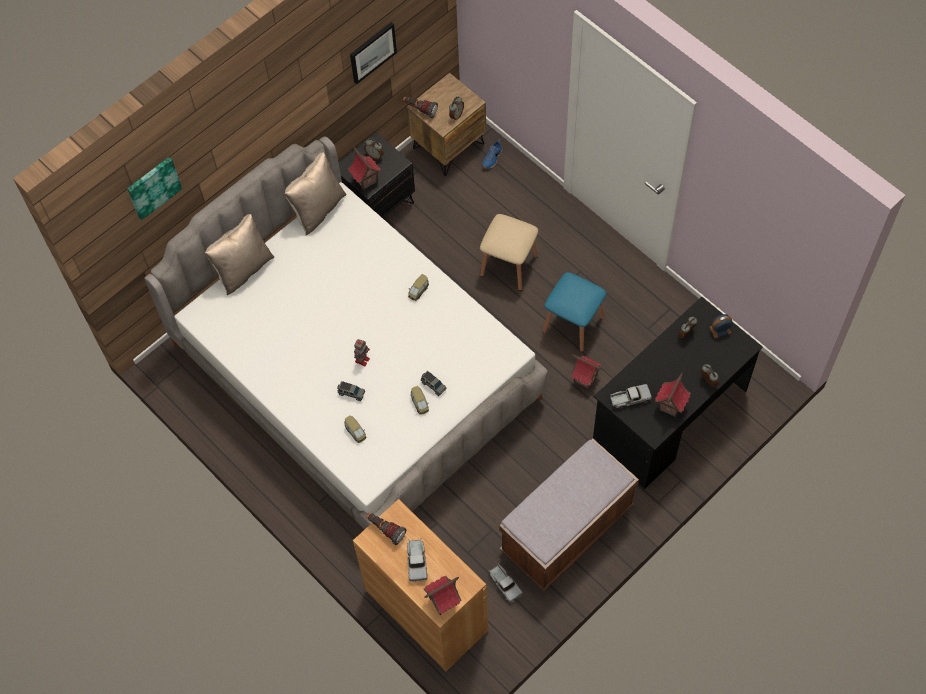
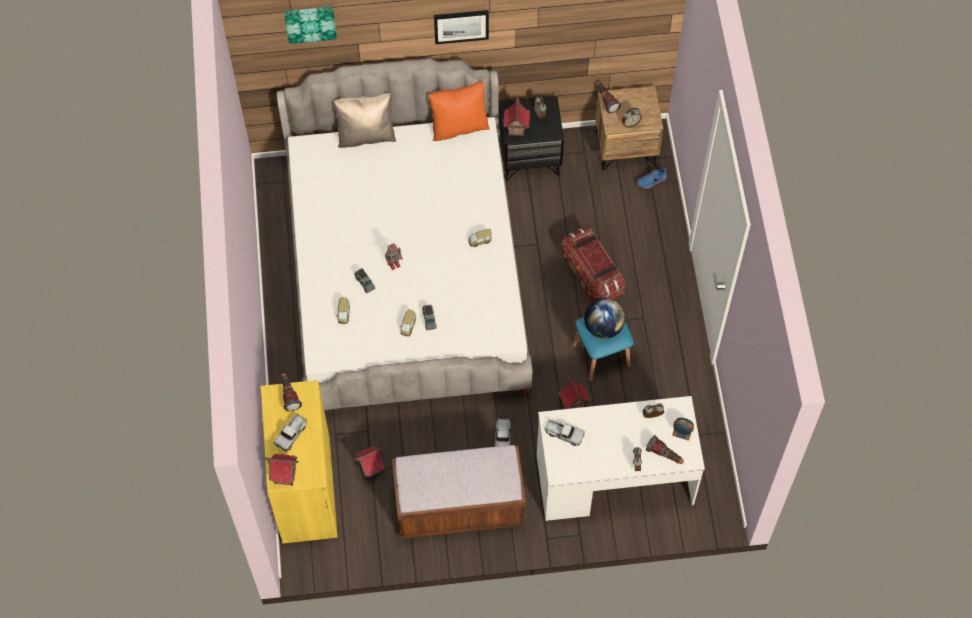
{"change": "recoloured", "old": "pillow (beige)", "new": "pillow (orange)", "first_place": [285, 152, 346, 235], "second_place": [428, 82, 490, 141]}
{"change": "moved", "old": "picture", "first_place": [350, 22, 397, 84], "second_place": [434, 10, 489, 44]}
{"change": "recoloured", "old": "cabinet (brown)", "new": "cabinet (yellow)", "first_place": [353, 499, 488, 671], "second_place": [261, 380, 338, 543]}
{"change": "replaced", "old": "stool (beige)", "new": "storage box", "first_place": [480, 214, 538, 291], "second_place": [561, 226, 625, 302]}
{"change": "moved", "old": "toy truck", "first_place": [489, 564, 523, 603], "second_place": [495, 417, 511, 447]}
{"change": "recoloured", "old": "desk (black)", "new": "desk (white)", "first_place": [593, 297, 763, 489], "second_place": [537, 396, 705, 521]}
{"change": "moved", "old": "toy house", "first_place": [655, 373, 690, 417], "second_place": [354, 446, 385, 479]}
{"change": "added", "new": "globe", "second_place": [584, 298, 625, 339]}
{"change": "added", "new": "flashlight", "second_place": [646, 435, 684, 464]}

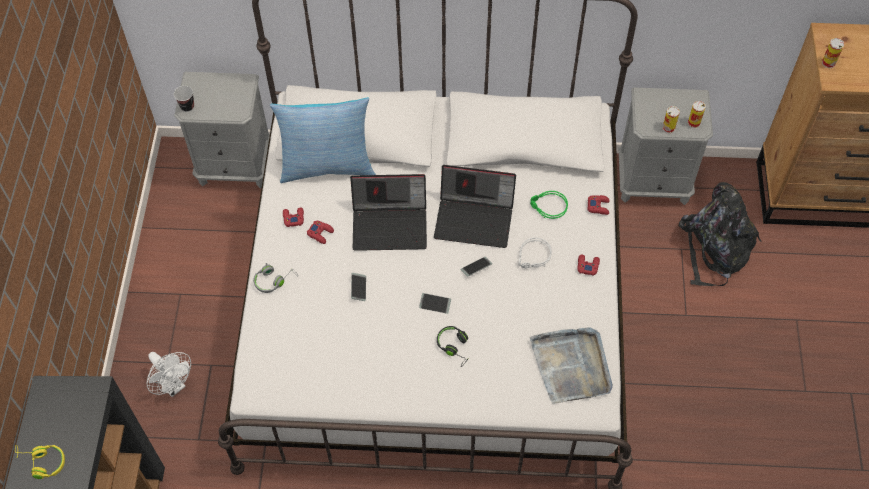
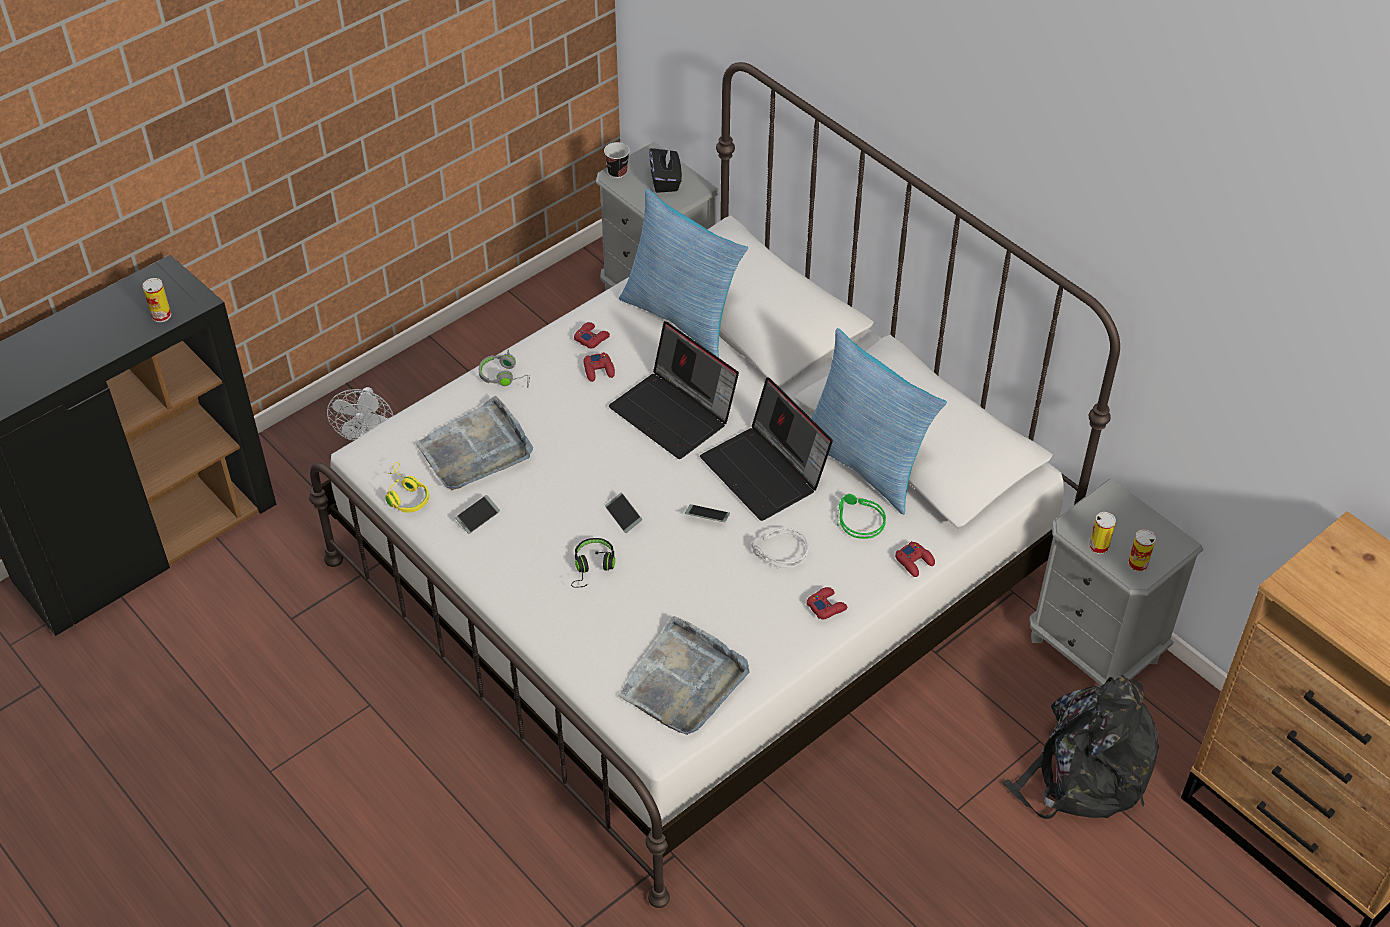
{"change": "moved", "old": "headphones (yellow)", "first_place": [15, 445, 65, 479], "second_place": [385, 462, 429, 513]}
{"change": "moved", "old": "phone", "first_place": [351, 273, 366, 301], "second_place": [455, 495, 500, 534]}
{"change": "moved", "old": "can", "first_place": [822, 38, 844, 68], "second_place": [142, 278, 171, 322]}
{"change": "added", "new": "tray (grey)", "second_place": [415, 396, 533, 491]}
{"change": "added", "new": "tissue box (black)", "second_place": [649, 147, 682, 193]}
{"change": "added", "new": "pillow", "second_place": [811, 328, 947, 515]}

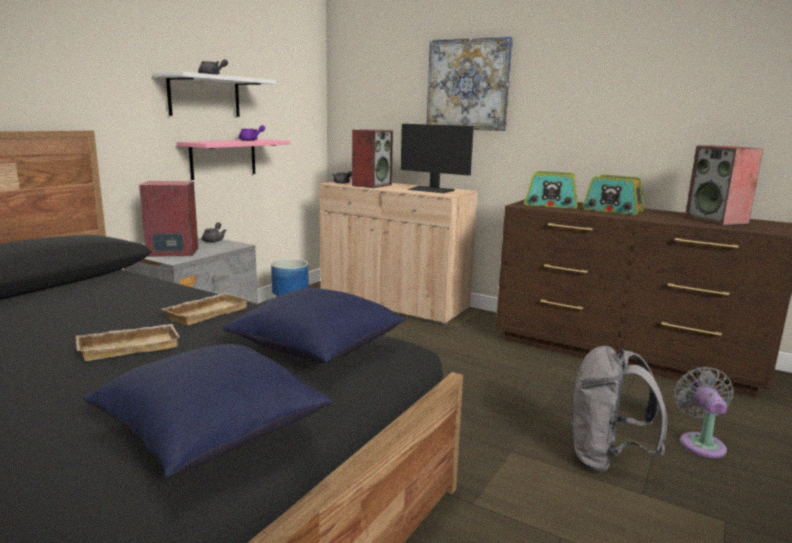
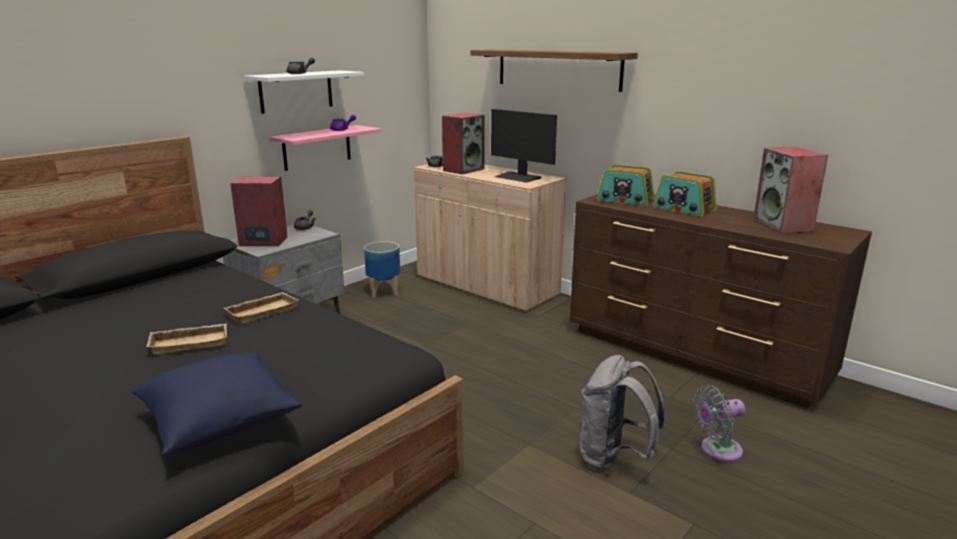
{"change": "removed", "old": "pillow (blue)", "first_place": [223, 288, 406, 363]}
{"change": "replaced", "old": "picture", "new": "shelf", "first_place": [427, 36, 513, 131], "second_place": [470, 49, 638, 92]}
{"change": "turned", "old": "fan (grey)", "first_place": [674, 367, 734, 458], "second_place": [693, 385, 746, 462], "degrees": -120}

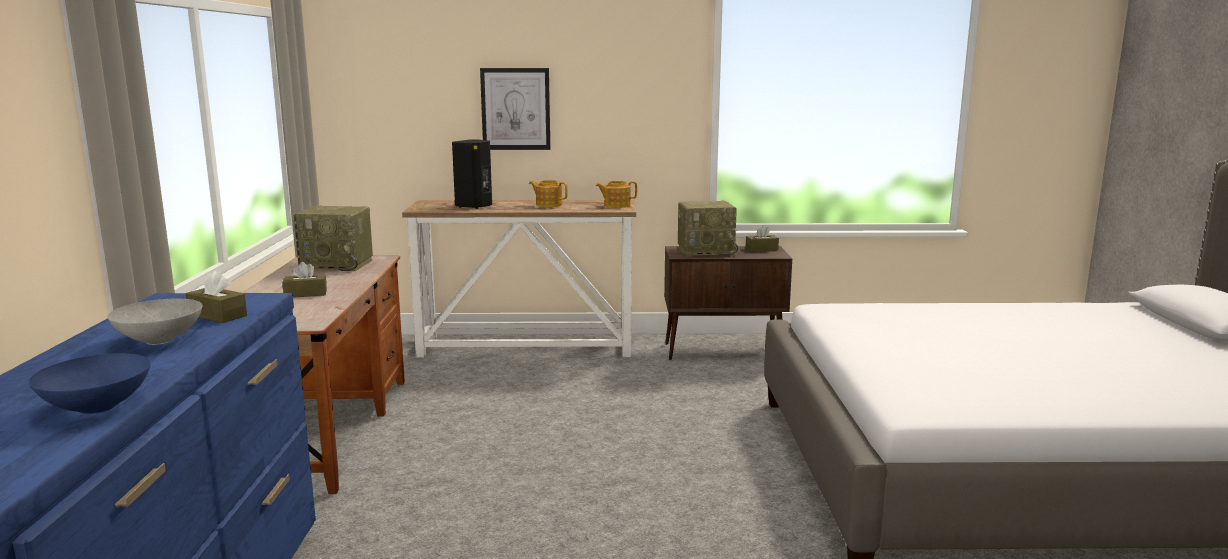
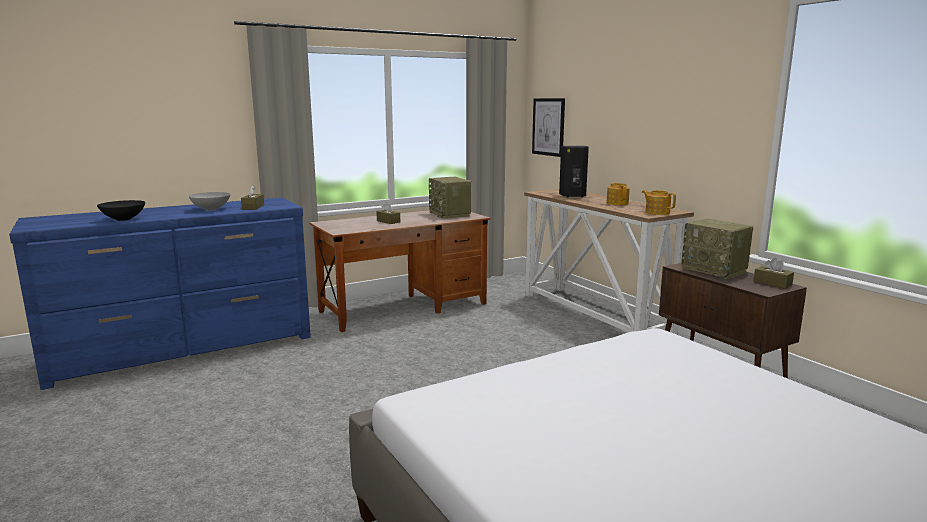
{"change": "recoloured", "old": "bowl (blue)", "new": "bowl (black)", "first_place": [29, 353, 151, 414], "second_place": [97, 200, 145, 221]}
{"change": "moved", "old": "picture", "first_place": [480, 68, 550, 150], "second_place": [532, 98, 565, 157]}

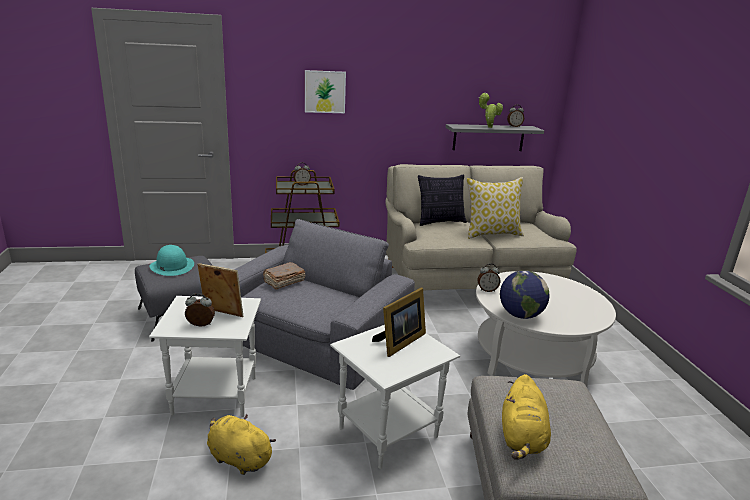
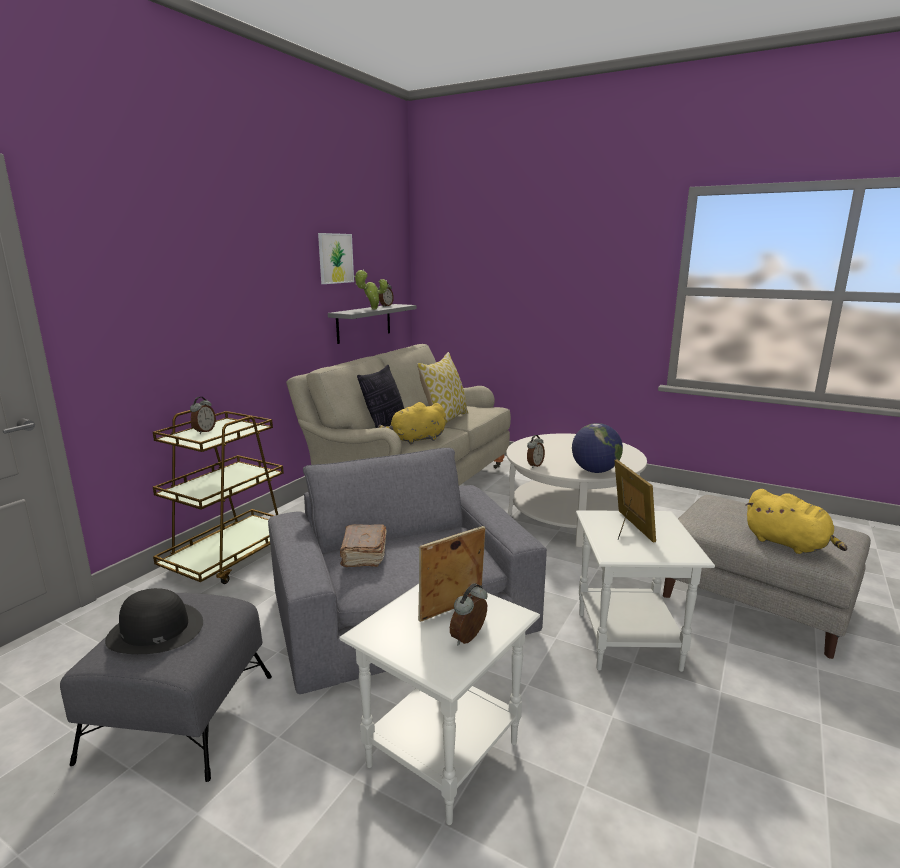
{"change": "recoloured", "old": "hat (turquoise)", "new": "hat (black)", "first_place": [149, 245, 194, 276], "second_place": [105, 588, 203, 654]}
{"change": "moved", "old": "plush toy (yellow)", "first_place": [207, 414, 276, 475], "second_place": [378, 402, 446, 444]}
{"change": "moved", "old": "picture", "first_place": [305, 70, 346, 113], "second_place": [318, 233, 354, 284]}

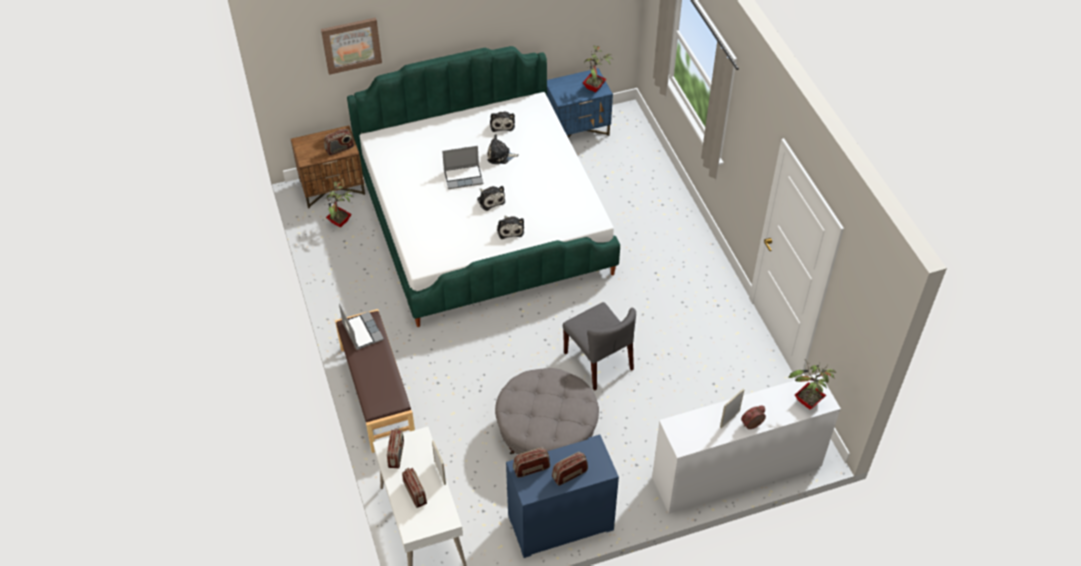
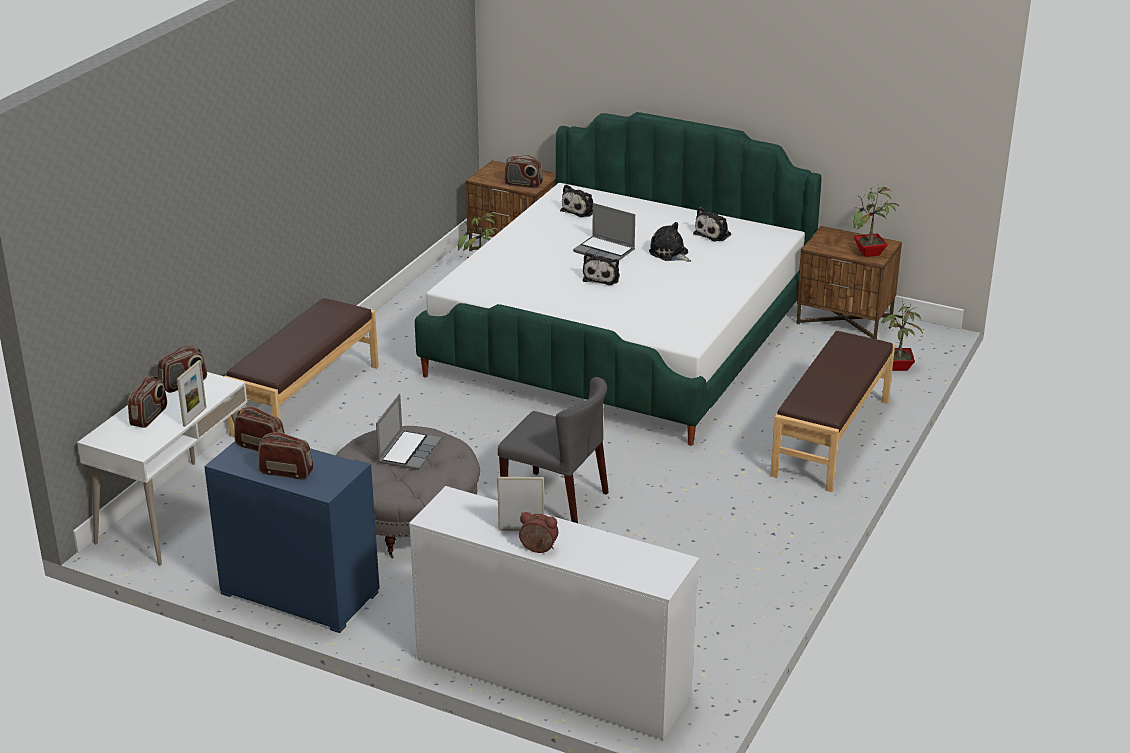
{"change": "removed", "old": "picture", "first_place": [321, 18, 382, 75]}
{"change": "moved", "old": "laptop", "first_place": [339, 304, 384, 350], "second_place": [376, 394, 441, 470]}
{"change": "moved", "old": "plush toy", "first_place": [497, 216, 524, 239], "second_place": [560, 184, 593, 217]}
{"change": "recoloured", "old": "nightstand (blue)", "new": "nightstand (brown)", "first_place": [547, 68, 613, 138], "second_place": [796, 226, 902, 339]}
{"change": "turned", "old": "chair (grey)", "first_place": [563, 302, 636, 391], "second_place": [498, 377, 609, 523], "degrees": -75}
{"change": "moved", "old": "potted plant", "first_place": [788, 361, 836, 409], "second_place": [881, 300, 923, 371]}
{"change": "added", "new": "bench (brown)", "second_place": [770, 331, 895, 492]}

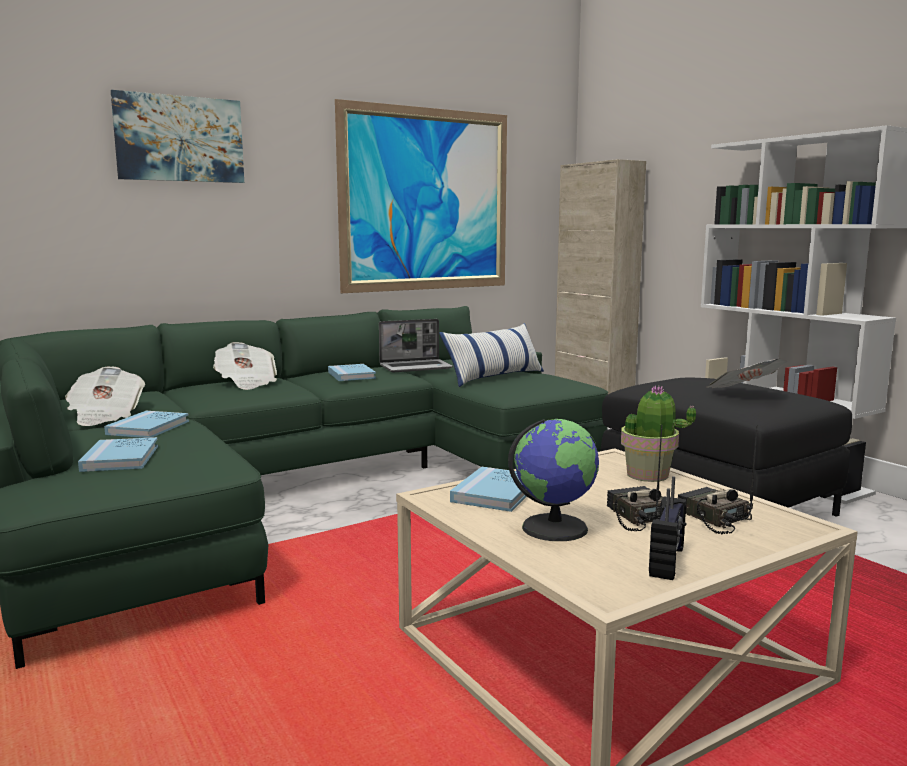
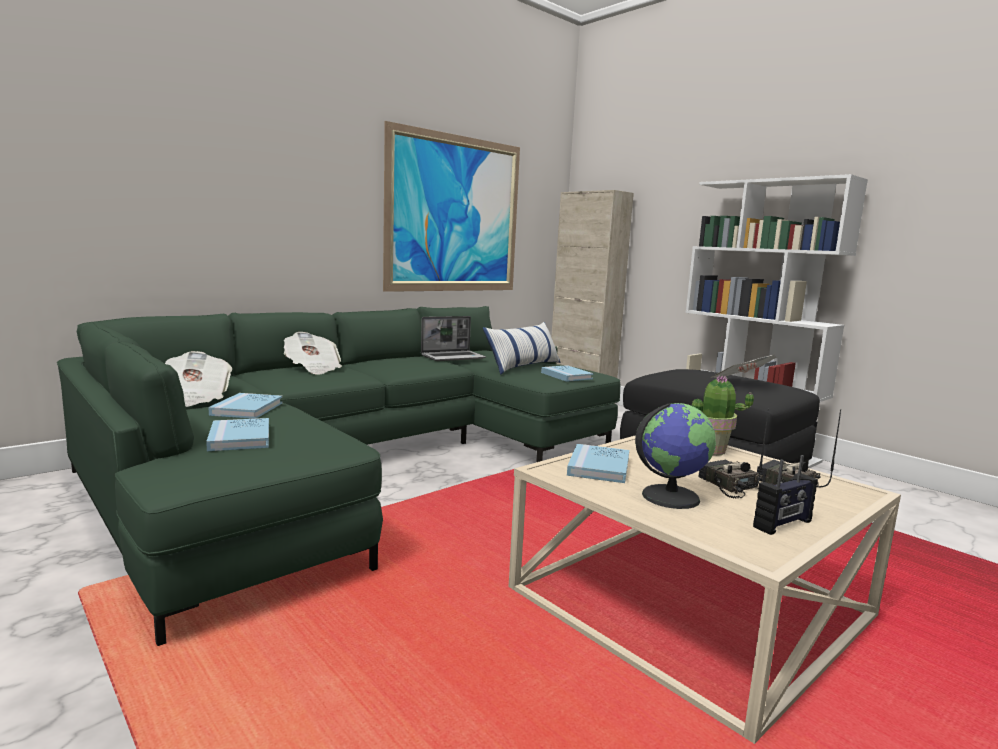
{"change": "removed", "old": "picture", "first_place": [111, 90, 244, 183]}
{"change": "moved", "old": "book (blue)", "first_place": [328, 364, 376, 381], "second_place": [541, 365, 594, 382]}
{"change": "turned", "old": "radio", "first_place": [649, 476, 686, 580], "second_place": [753, 455, 818, 535], "degrees": 45}

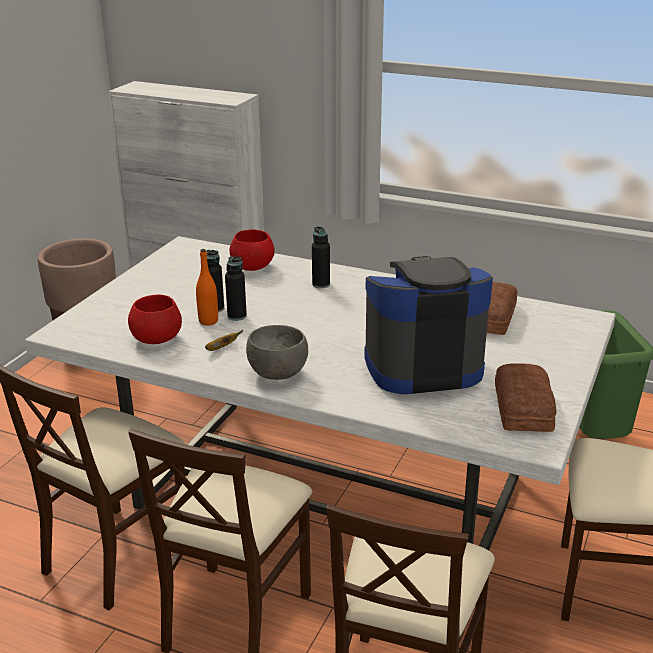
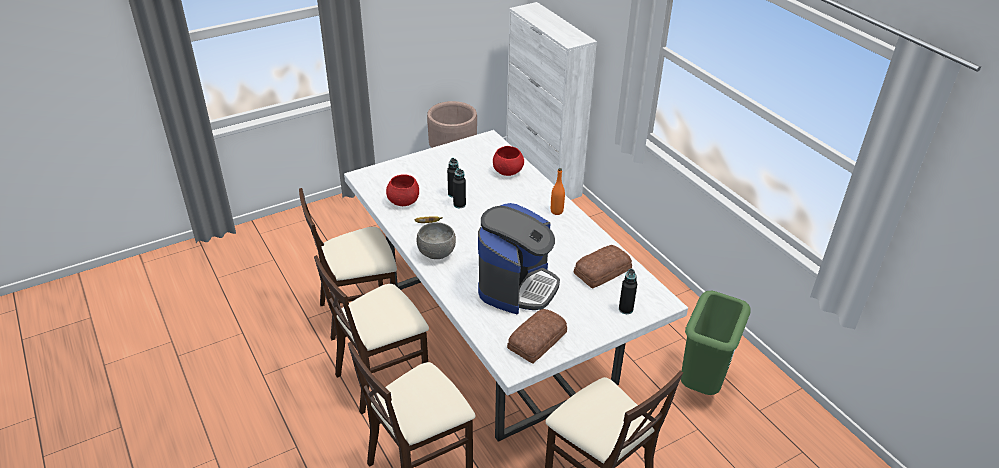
{"change": "moved", "old": "bottle (orange)", "first_place": [196, 249, 218, 326], "second_place": [551, 168, 565, 215]}
{"change": "moved", "old": "bottle (black)", "first_place": [312, 226, 330, 288], "second_place": [619, 269, 637, 314]}
{"change": "turned", "old": "coffee machine", "first_place": [365, 256, 493, 394], "second_place": [478, 203, 560, 314], "degrees": 90}

